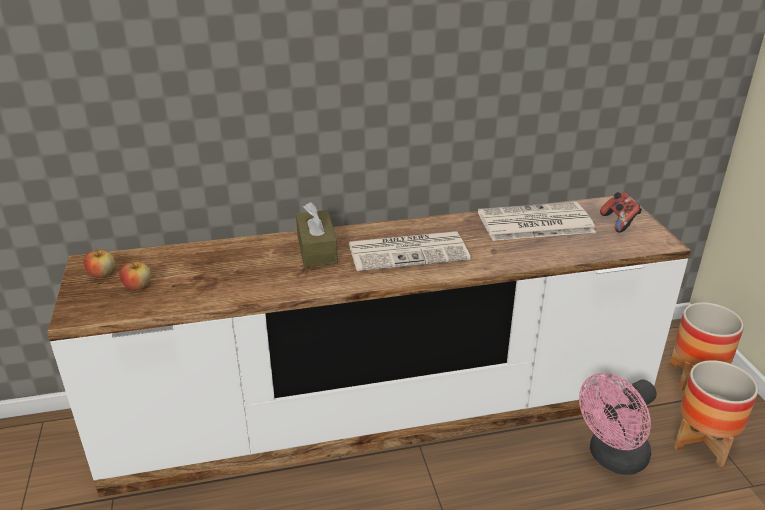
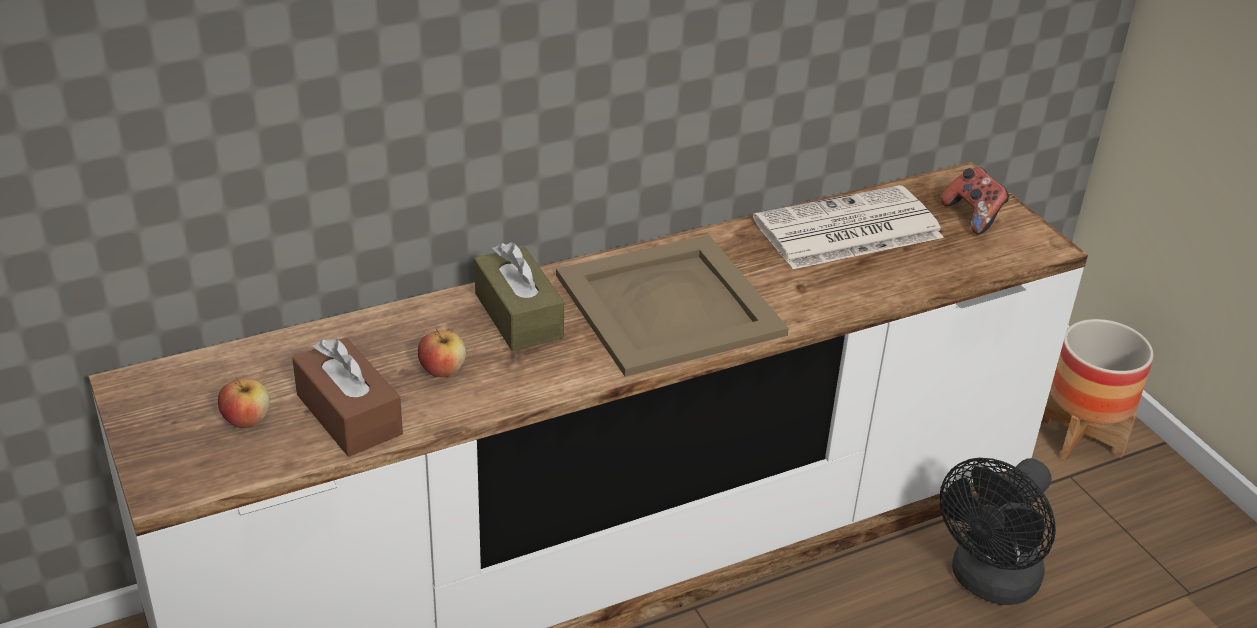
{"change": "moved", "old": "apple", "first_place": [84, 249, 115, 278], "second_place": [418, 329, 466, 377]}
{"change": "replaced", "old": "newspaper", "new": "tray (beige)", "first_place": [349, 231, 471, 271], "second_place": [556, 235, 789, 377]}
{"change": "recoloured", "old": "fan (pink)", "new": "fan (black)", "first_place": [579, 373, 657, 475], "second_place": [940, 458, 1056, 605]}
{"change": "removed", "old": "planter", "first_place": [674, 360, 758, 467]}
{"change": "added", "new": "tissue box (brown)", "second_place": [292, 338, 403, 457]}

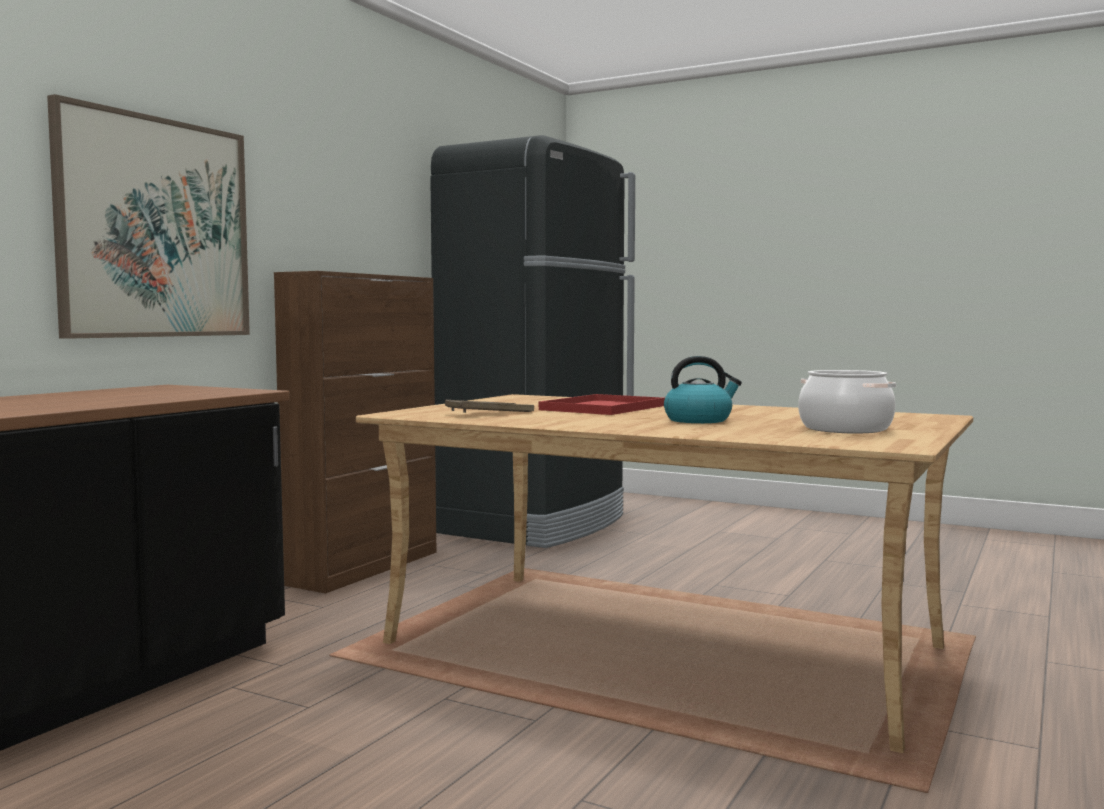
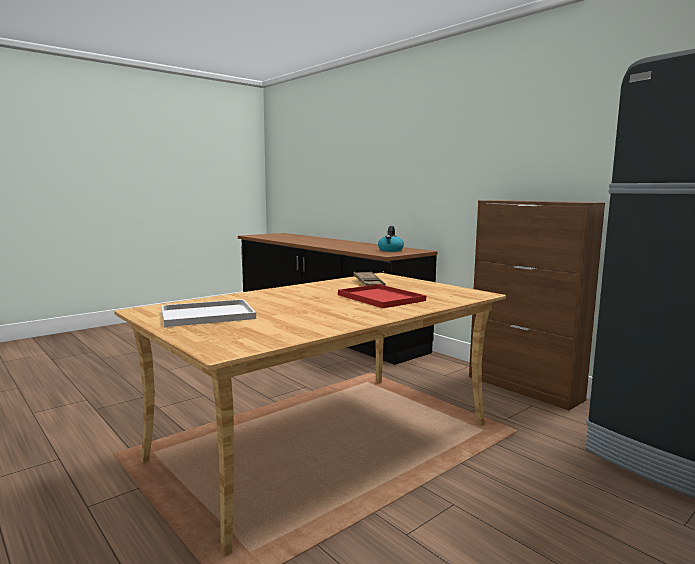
{"change": "removed", "old": "picture", "first_place": [47, 94, 250, 339]}
{"change": "moved", "old": "kettle", "first_place": [664, 356, 742, 423], "second_place": [378, 226, 404, 252]}
{"change": "replaced", "old": "cooking pot", "new": "tray (white)", "first_place": [798, 370, 896, 433], "second_place": [161, 299, 256, 327]}

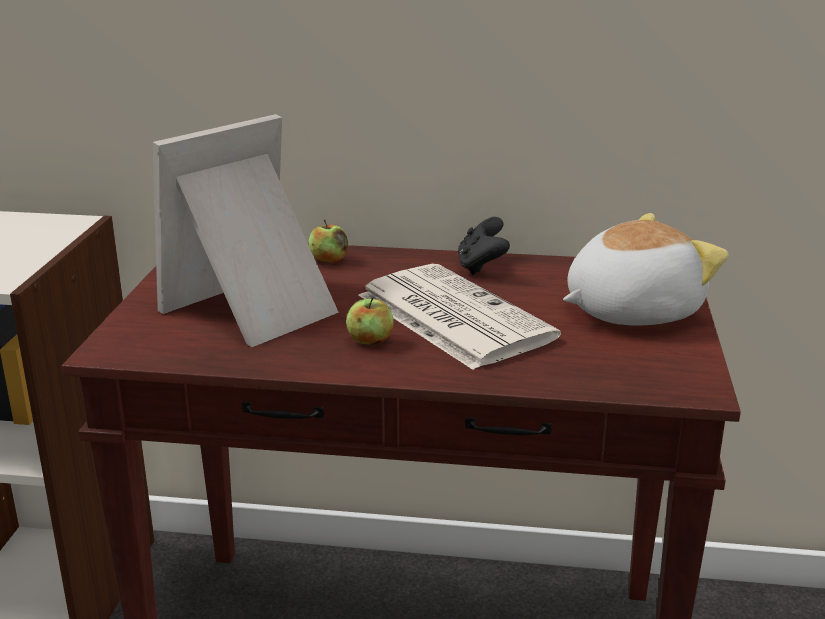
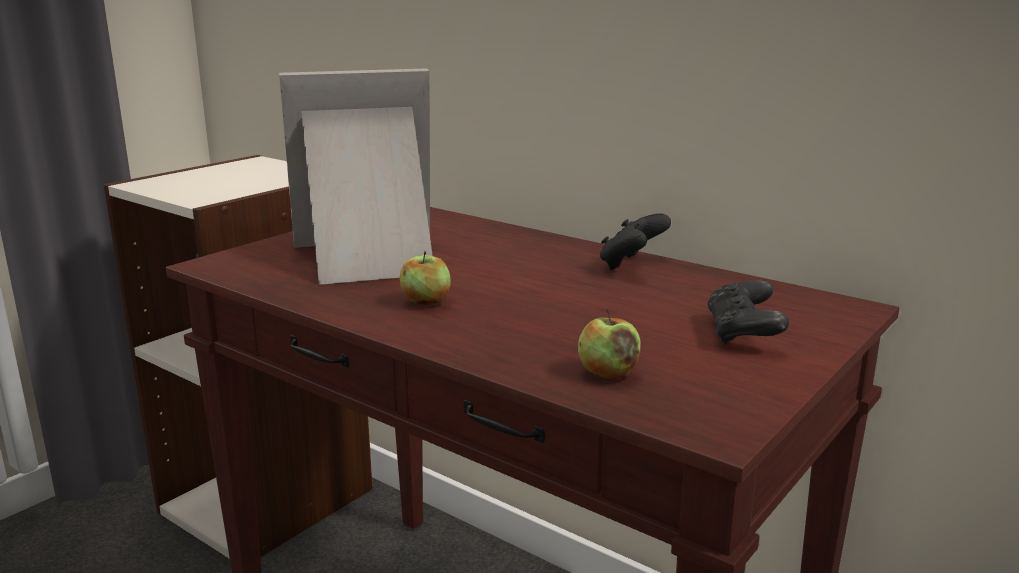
{"change": "moved", "old": "apple", "first_place": [308, 220, 348, 263], "second_place": [578, 309, 640, 379]}
{"change": "removed", "old": "newspaper", "first_place": [358, 264, 561, 370]}
{"change": "replaced", "old": "plush toy", "new": "game controller (black)", "first_place": [563, 213, 729, 325], "second_place": [707, 280, 789, 345]}

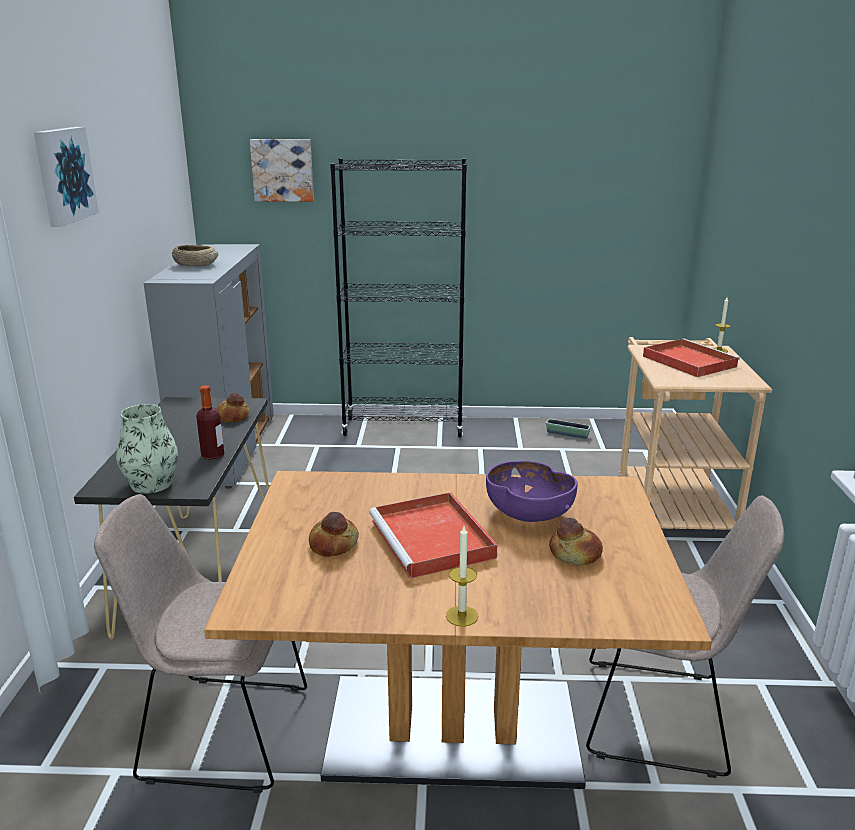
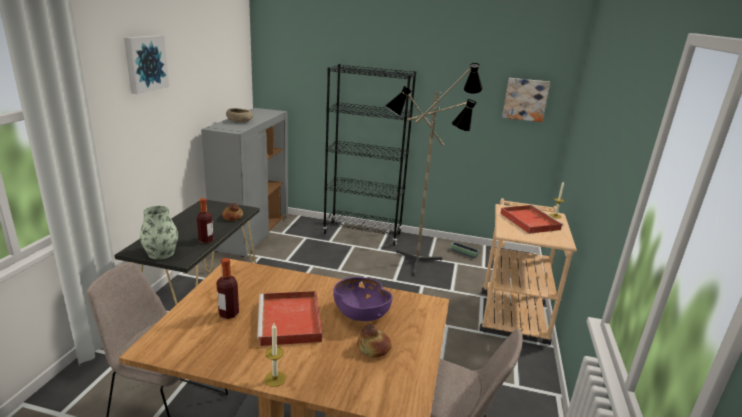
{"change": "moved", "old": "picture", "first_place": [250, 139, 314, 202], "second_place": [502, 78, 550, 122]}
{"change": "replaced", "old": "bread", "new": "bottle", "first_place": [309, 512, 359, 557], "second_place": [216, 258, 239, 319]}
{"change": "added", "new": "floor lamp", "second_place": [385, 63, 483, 276]}

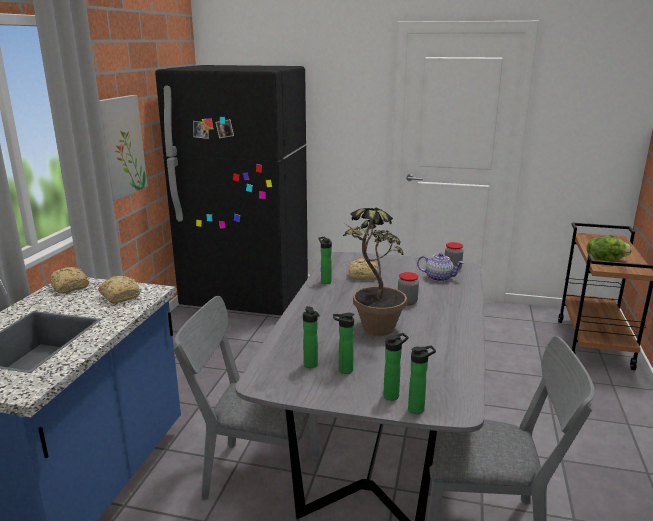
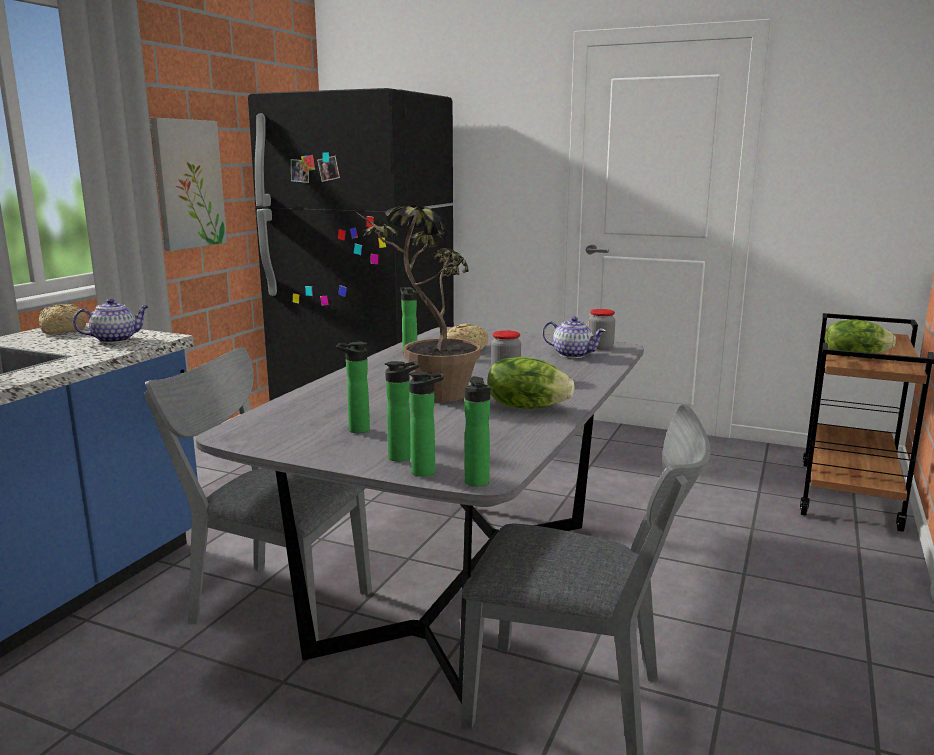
{"change": "replaced", "old": "bread", "new": "teapot", "first_place": [98, 276, 140, 303], "second_place": [73, 298, 149, 343]}
{"change": "moved", "old": "bottle", "first_place": [303, 306, 319, 368], "second_place": [465, 376, 491, 487]}
{"change": "added", "new": "lettuce", "second_place": [487, 357, 575, 409]}

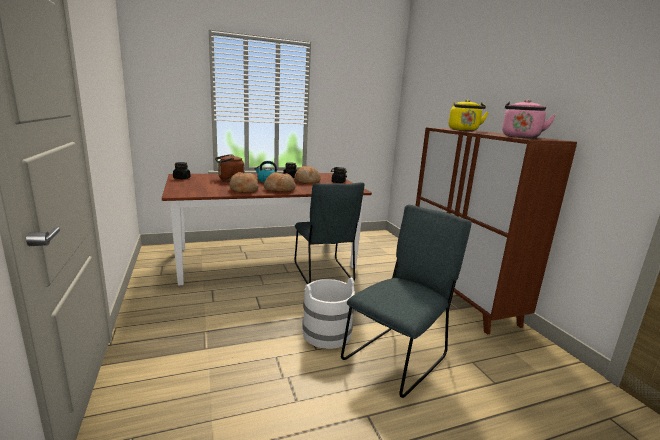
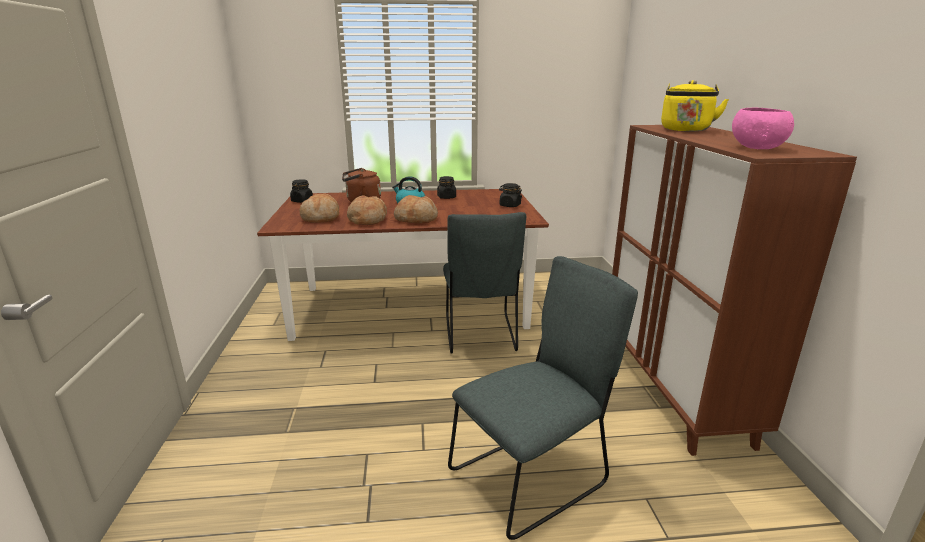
{"change": "moved", "old": "bread", "first_place": [295, 166, 321, 184], "second_place": [300, 193, 339, 223]}
{"change": "removed", "old": "bucket (white)", "first_place": [302, 277, 355, 349]}
{"change": "replaced", "old": "kettle (pink)", "new": "bowl (pink)", "first_place": [502, 100, 556, 138], "second_place": [732, 108, 794, 149]}

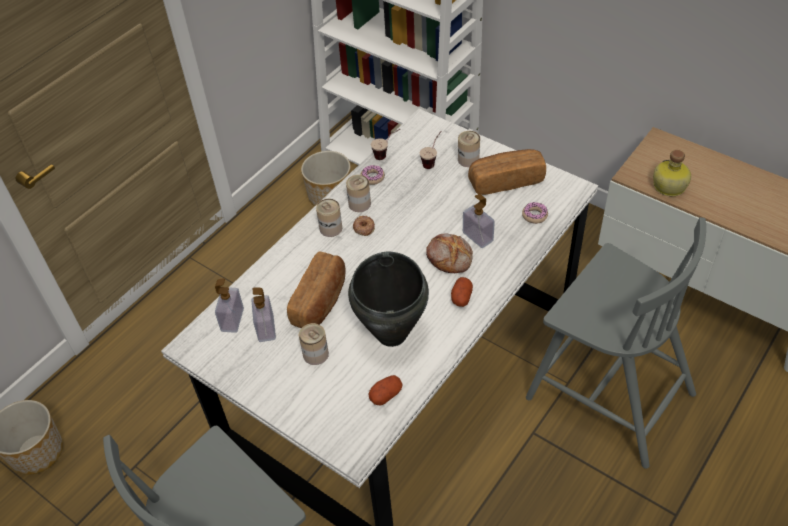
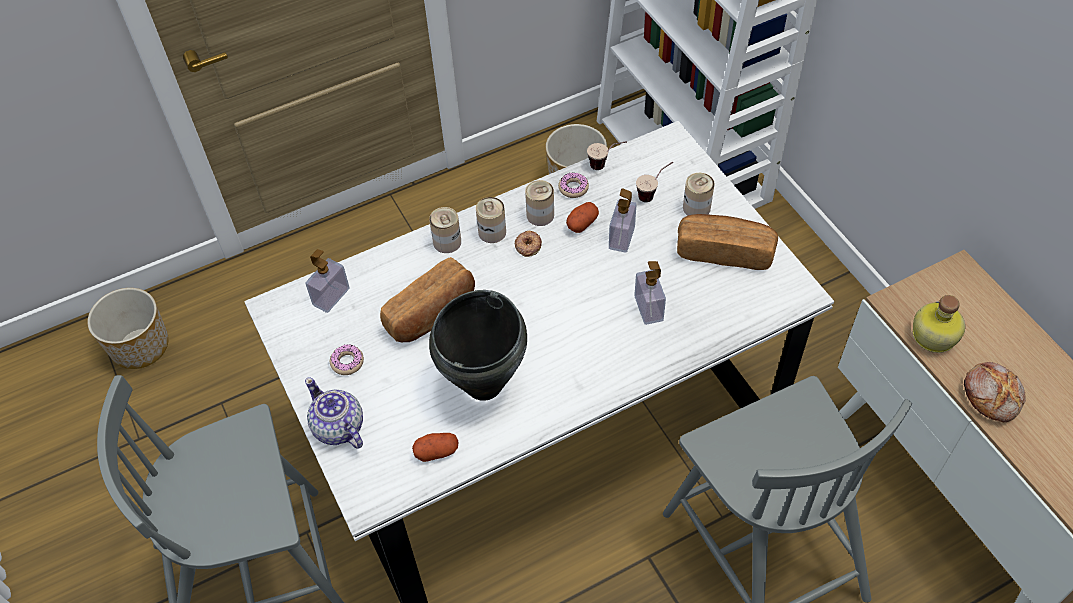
{"change": "moved", "old": "soap dispenser", "first_place": [251, 287, 276, 342], "second_place": [609, 188, 636, 253]}
{"change": "moved", "old": "can", "first_place": [299, 323, 329, 365], "second_place": [429, 207, 461, 253]}
{"change": "moved", "old": "bread", "first_place": [426, 234, 473, 273], "second_place": [964, 362, 1026, 422]}
{"change": "moved", "old": "potato", "first_place": [451, 277, 473, 307], "second_place": [566, 202, 599, 233]}
{"change": "moved", "old": "donut", "first_place": [522, 202, 548, 224], "second_place": [330, 344, 364, 375]}
{"change": "added", "new": "teapot", "second_place": [305, 377, 363, 449]}

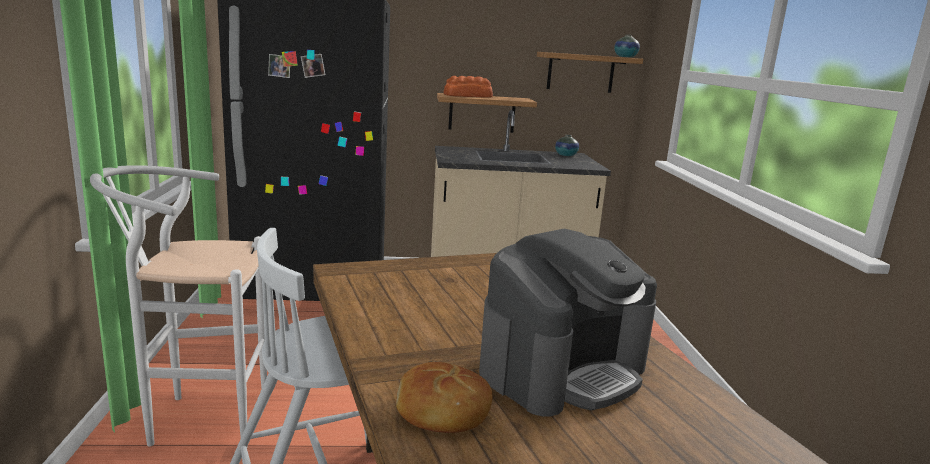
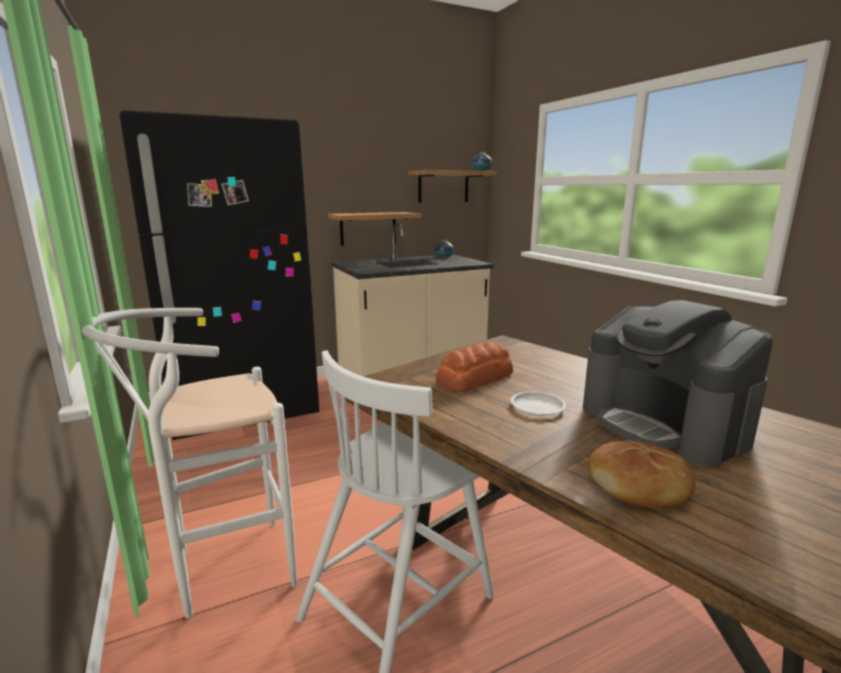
{"change": "moved", "old": "bread", "first_place": [444, 76, 493, 98], "second_place": [436, 342, 513, 391]}
{"change": "turned", "old": "coffee machine", "first_place": [479, 228, 657, 416], "second_place": [583, 300, 773, 466], "degrees": 120}
{"change": "added", "new": "plate (white)", "second_place": [511, 392, 566, 416]}

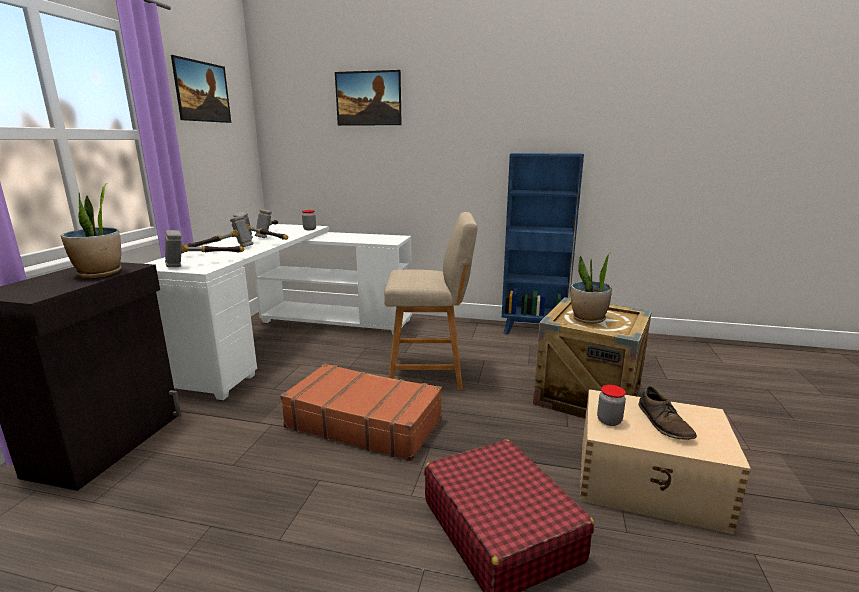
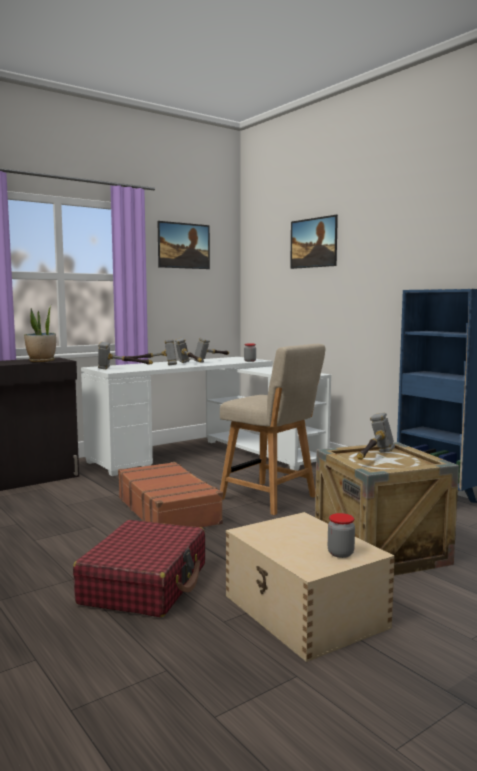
{"change": "replaced", "old": "potted plant", "new": "hammer", "first_place": [571, 252, 612, 324], "second_place": [357, 413, 395, 460]}
{"change": "moved", "old": "jar", "first_place": [597, 385, 626, 426], "second_place": [328, 513, 355, 558]}
{"change": "removed", "old": "shoe (brown)", "first_place": [638, 386, 697, 440]}

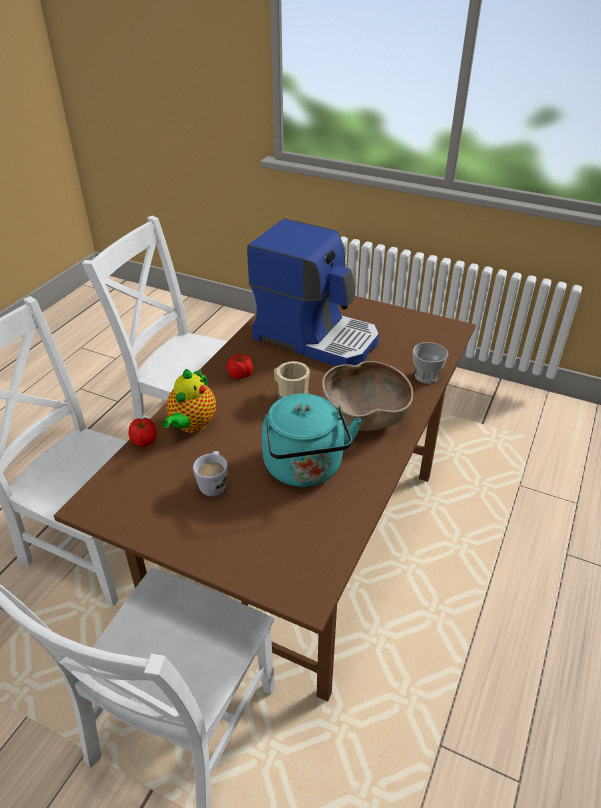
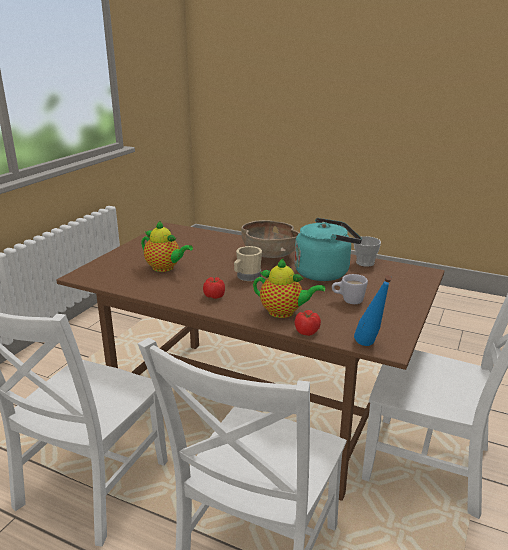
{"change": "replaced", "old": "coffee machine", "new": "teapot", "first_place": [247, 219, 379, 366], "second_place": [141, 220, 193, 272]}
{"change": "moved", "old": "cup", "first_place": [413, 342, 448, 384], "second_place": [354, 236, 381, 267]}
{"change": "added", "new": "bottle (blue)", "second_place": [354, 275, 392, 346]}

